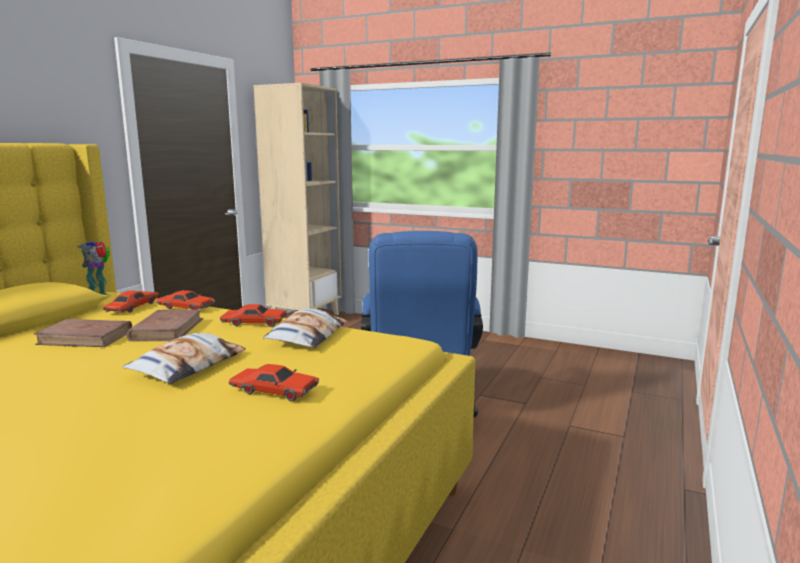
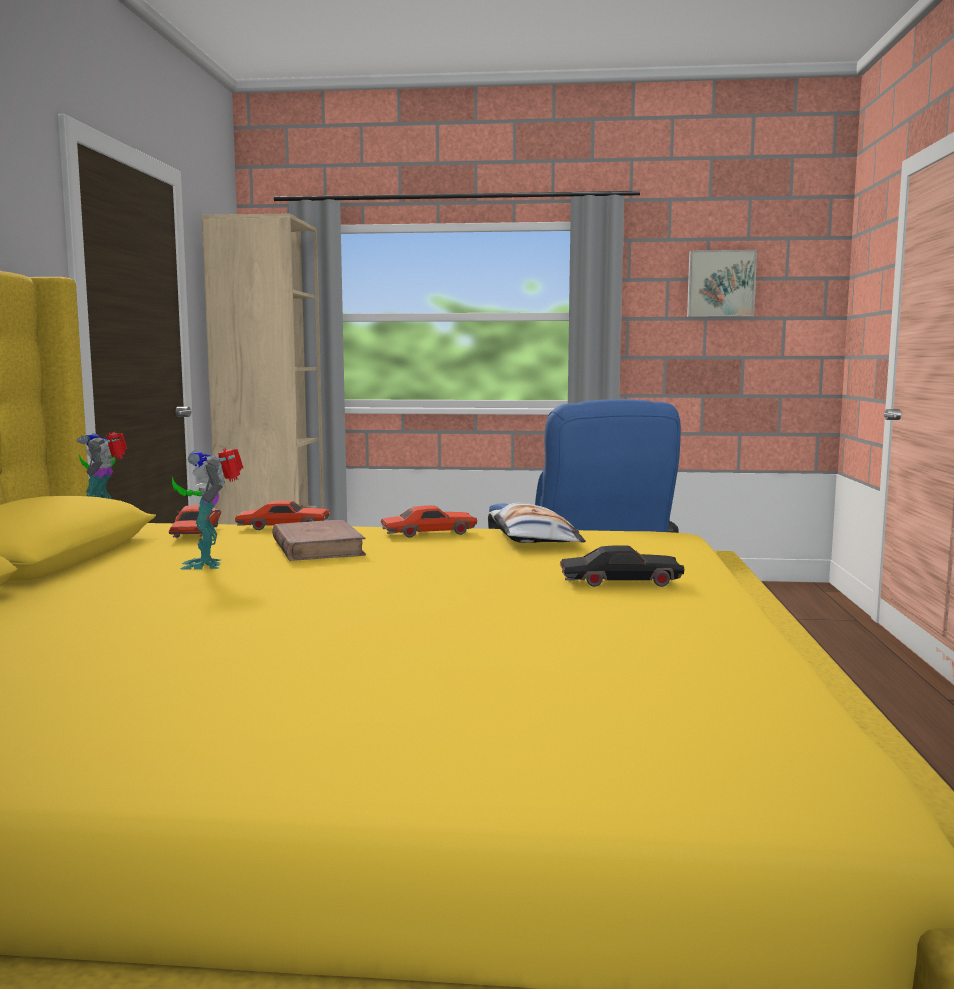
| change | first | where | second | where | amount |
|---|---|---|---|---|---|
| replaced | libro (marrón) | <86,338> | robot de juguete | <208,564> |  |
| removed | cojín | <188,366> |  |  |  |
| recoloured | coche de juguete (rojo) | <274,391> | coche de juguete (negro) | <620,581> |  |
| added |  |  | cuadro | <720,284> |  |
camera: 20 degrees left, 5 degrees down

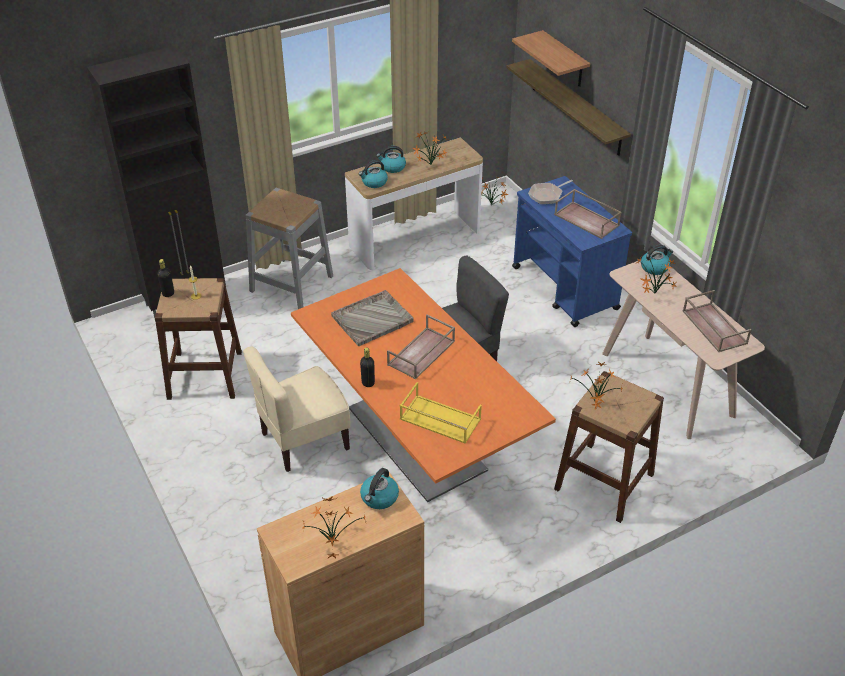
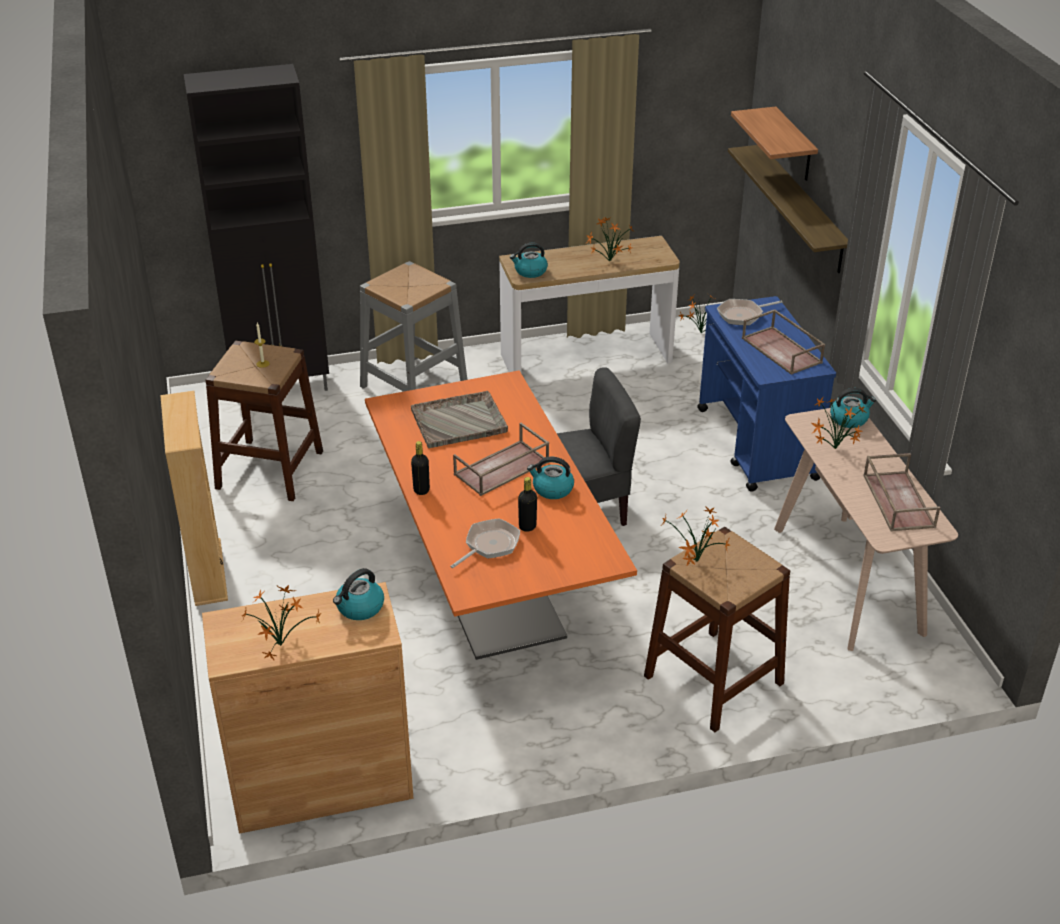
| change | first | where | second | where | amount |
|---|---|---|---|---|---|
| moved | botella (negro) | <168,293> |  | <527,526> |  |
| removed | silla (beis) | <304,440> |  |  |  |
| moved | hervidor | <392,167> |  | <552,489> |  |
| replaced | bandeja (amarillo) | <439,419> | sartén | <489,545> |  |
| added |  |  | estantería (beis) | <207,572> |  |
camera: 15 degrees right, 5 degrees down

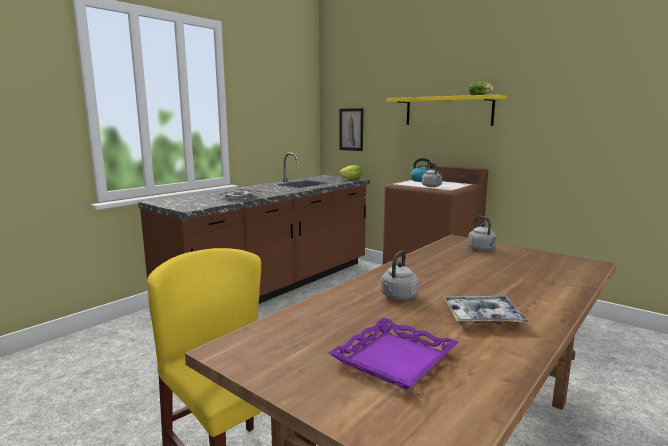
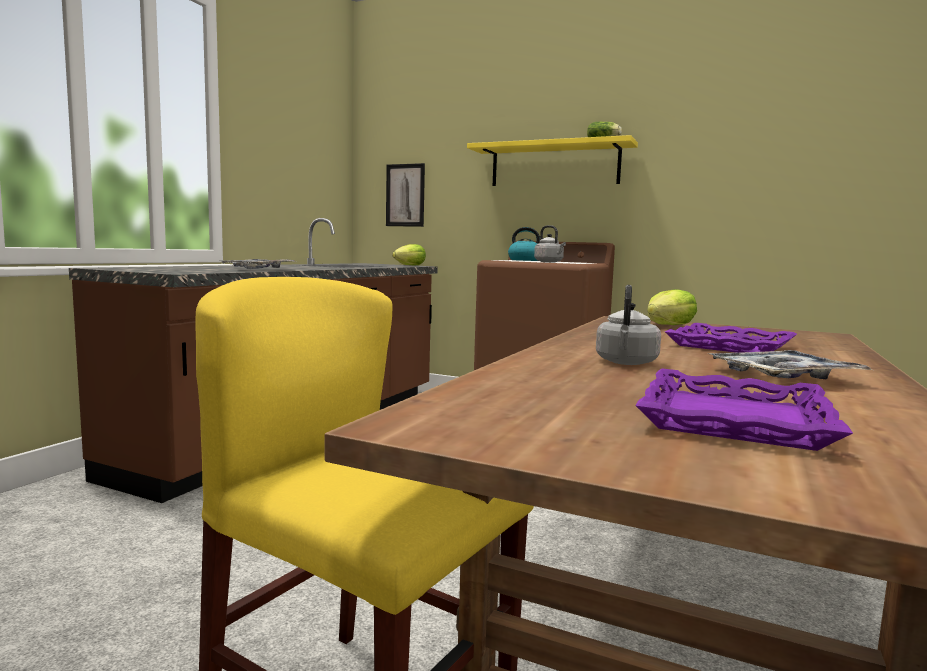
| change | first | where | second | where | amount |
|---|---|---|---|---|---|
| replaced | hervidor (gris) | <482,249> | lechuga | <669,325> |  |
| added |  |  | bandeja (morado) | <729,346> |  |
camera: 15 degrees left, 5 degrees down

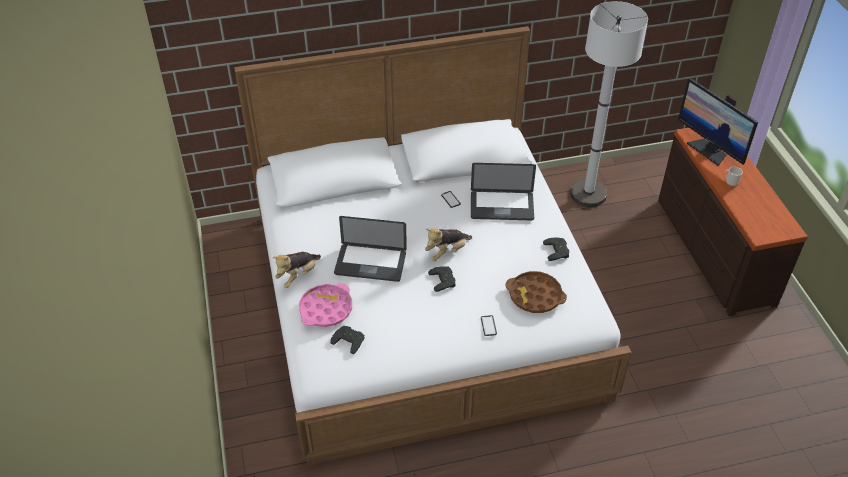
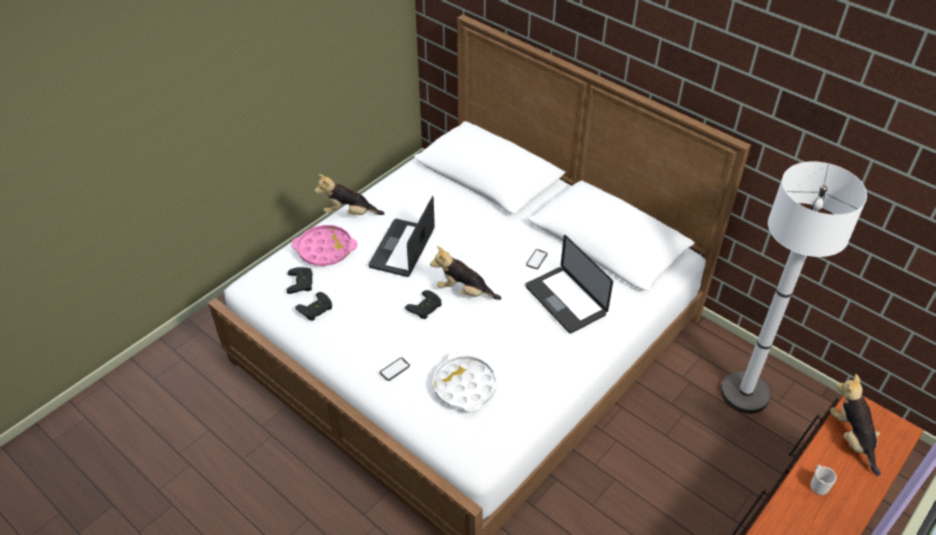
| change | first | where | second | where | amount |
|---|---|---|---|---|---|
| turned | portátil | <370,263> |  | <402,249> | 45 degrees clockwise |
| recoloured | bandeja (marrón) | <535,296> | bandeja (blanco) | <464,386> |  |
| moved | mando de consola (negro) | <558,251> |  | <316,309> |  |
| replaced | monitor | <709,150> | peluche | <852,438> |  |
camera: 55 degrees right, 0 degrees up

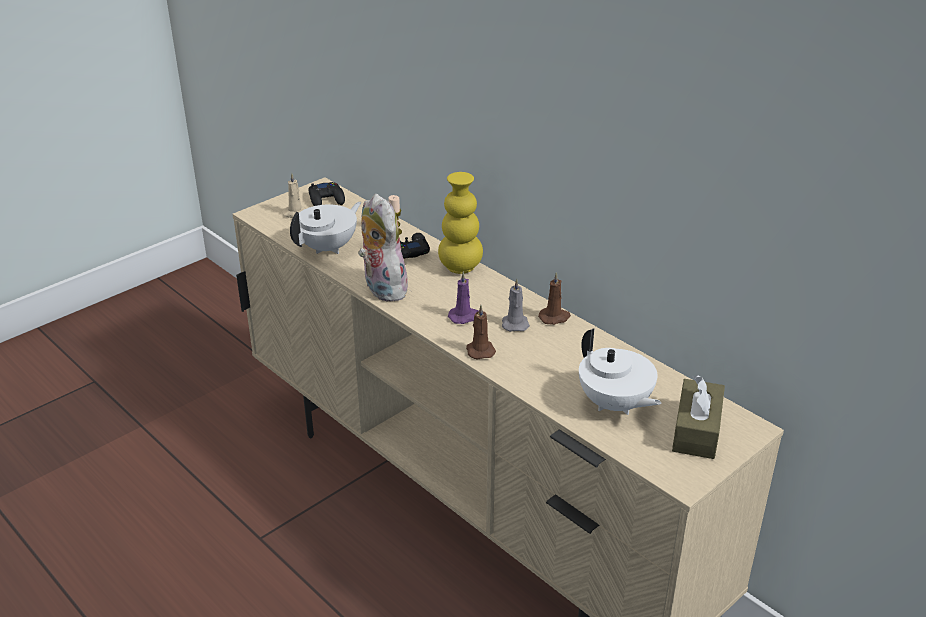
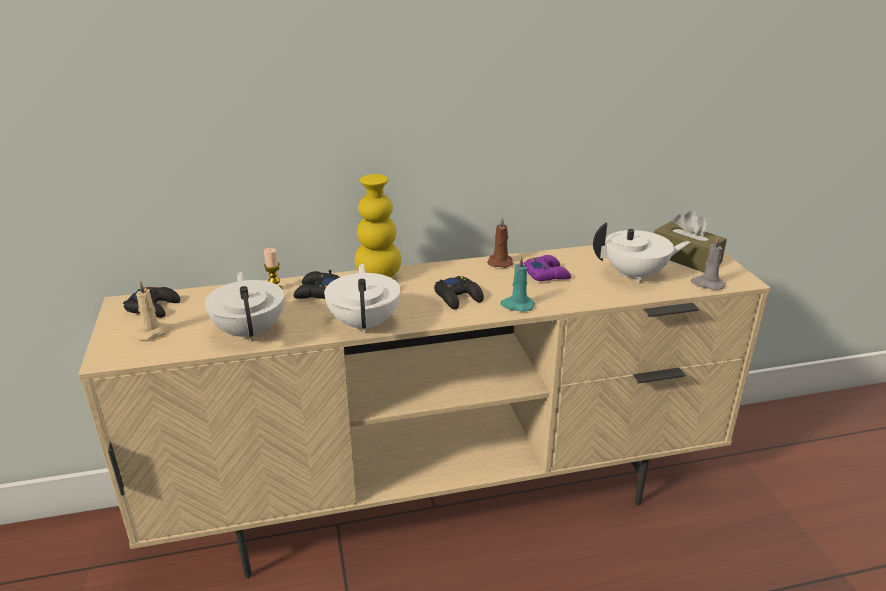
| change | first | where | second | where | amount |
|---|---|---|---|---|---|
| replaced | peluche | <381,288> | tetera (blanco) | <365,323> |  |
| replaced | vela (morado) | <464,316> | mando de consola (negro) | <458,297> |  |
| recoloured | vela (marrón) | <480,350> | vela (turquesa) | <517,305> |  |
| moved | vela (gris) | <515,323> |  | <707,284> |  |
| added |  |  | mando de consola (morado) | <546,274> |  |
camera: 60 degrees left, 5 degrees down

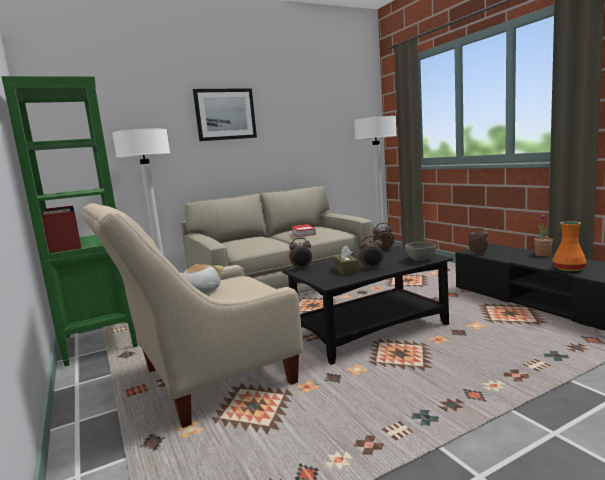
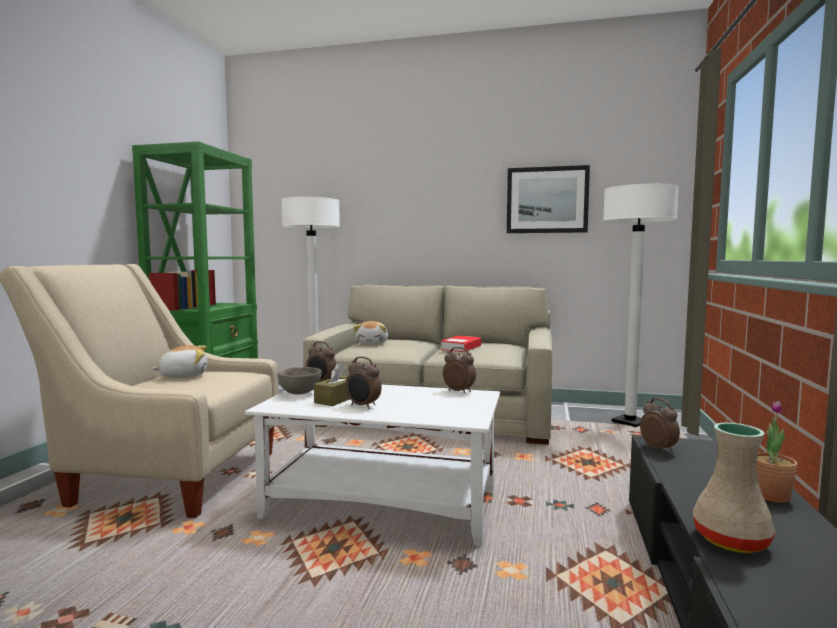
| change | first | where | second | where | amount |
|---|---|---|---|---|---|
| moved | cuadro | <225,114> |  | <547,200> |  |
| recoloured | mesa de centro (negro) | <371,330> | mesa de centro (blanco) | <384,504> |  |
| moved | cuenco (gris) | <420,260> |  | <300,393> |  |
| recoloured | florero (naranja) | <568,269> | florero (beis) | <730,539> |  |
| added |  |  | peluche | <372,343> |  |
camera: 40 degrees right, 5 degrees down

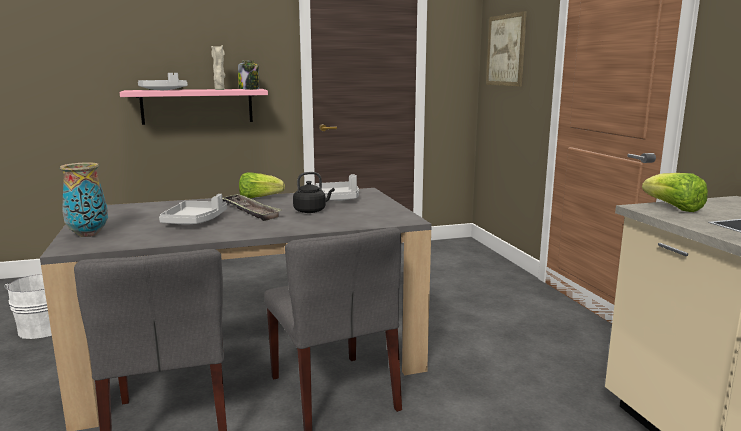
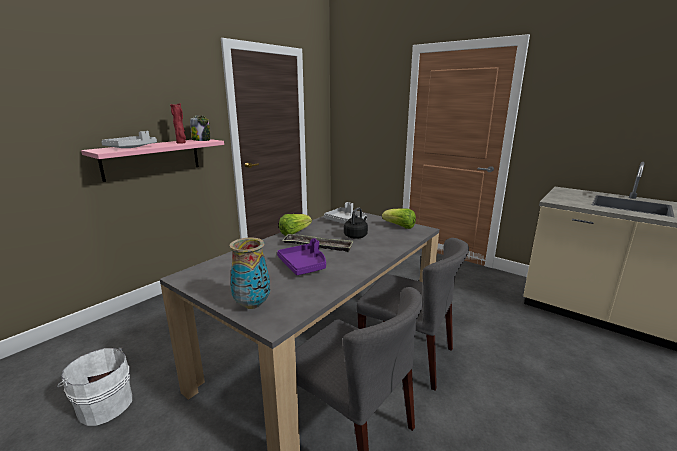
| change | first | where | second | where | amount |
|---|---|---|---|---|---|
| recoloured | bandeja (gris) | <195,221> | bandeja (morado) | <304,265> |  |
| recoloured | florero (beis) | <220,89> | florero (rojo) | <181,143> |  |
| removed | cuadro | <506,50> |  |  |  |
| moved | lechuga | <673,208> |  | <399,226> |  |
camera: 35 degrees left, 5 degrees up

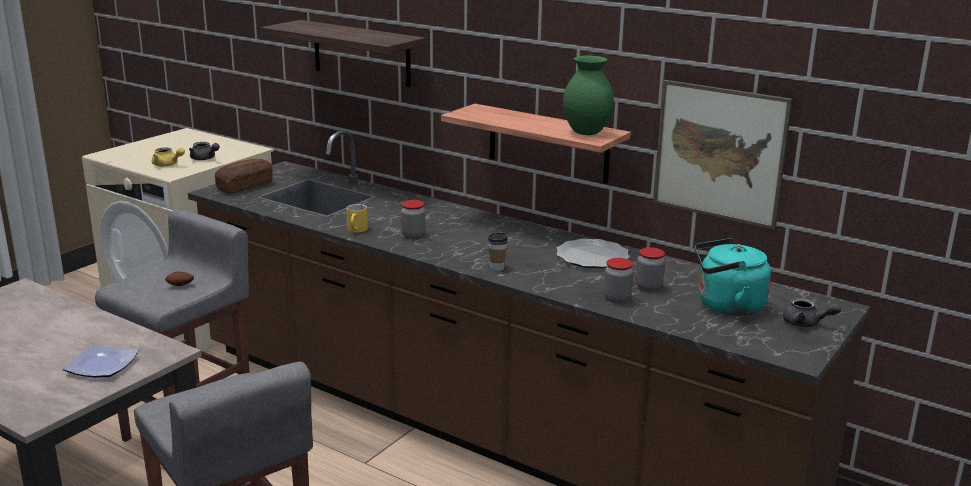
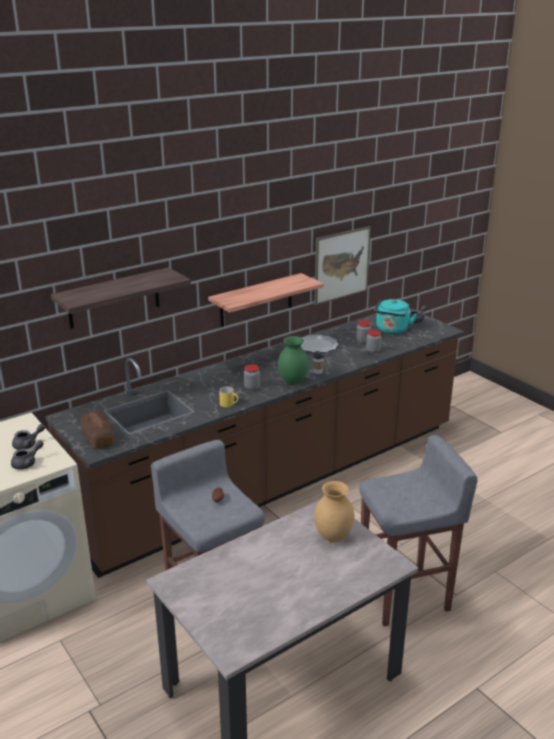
| change | first | where | second | where | amount |
|---|---|---|---|---|---|
| replaced | plato | <100,366> | florero (marrón) | <333,537> |  |
| recoloured | tetera (amarillo) | <167,165> | tetera (gris) | <27,463> |  |
| moved | florero (verde) | <587,132> |  | <292,381> |  |
camera: 70 degrees left, 5 degrees up

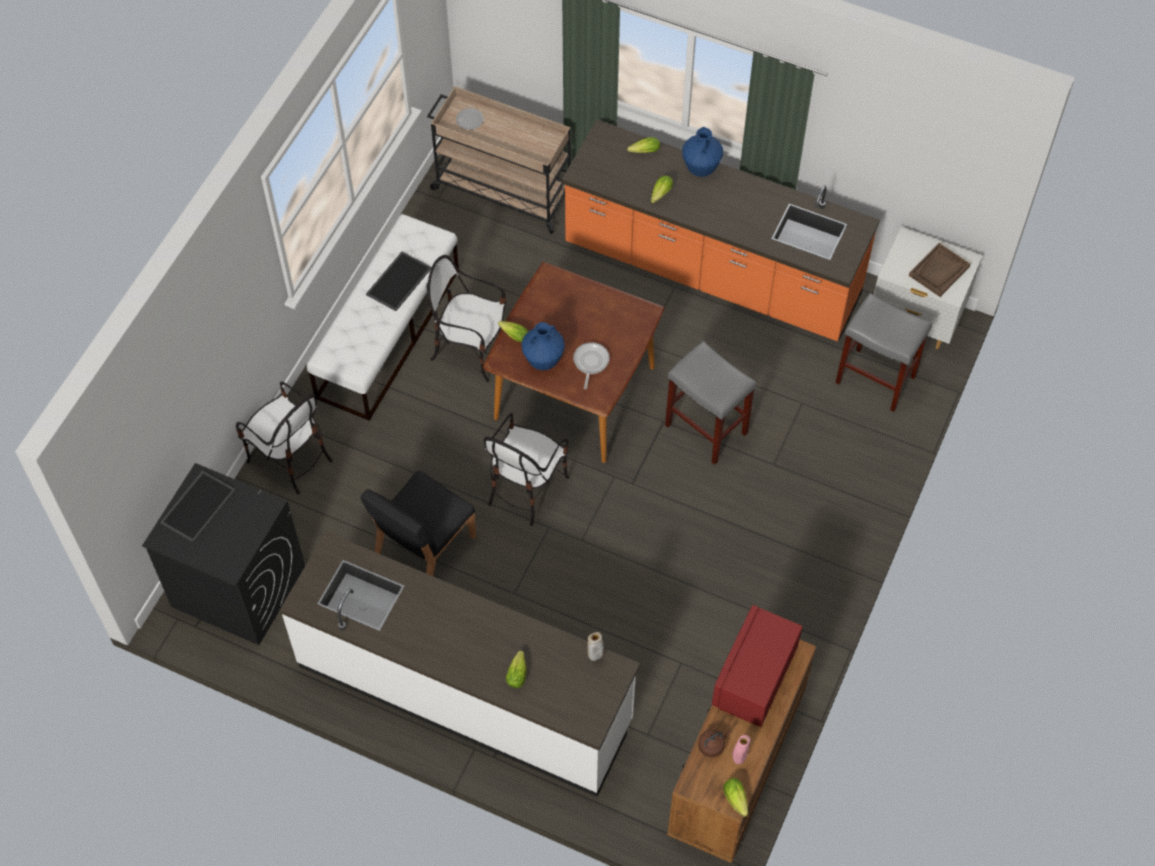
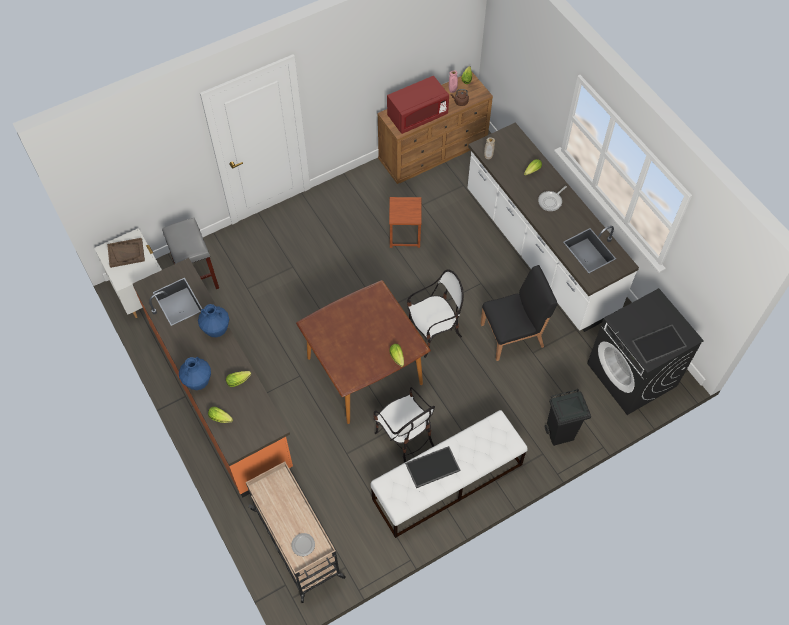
| change | first | where | second | where | amount |
|---|---|---|---|---|---|
| replaced | silla | <289,459> | papelera (negro) | <560,434> |  |
| moved | florero (azul) | <543,361> |  | <216,330> |  |
| moved | sartén | <590,362> |  | <551,201> |  |
| removed | taburete (gris) | <707,429> |  |  |  |
| added |  |  | taburete (marrón) | <405,235> |  |
camera: 145 degrees left, 0 degrees up

